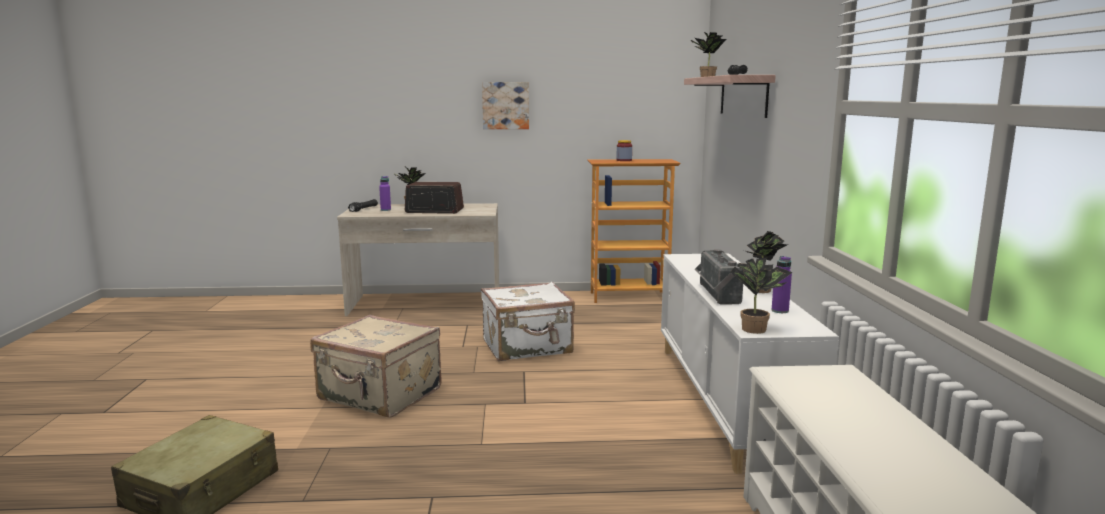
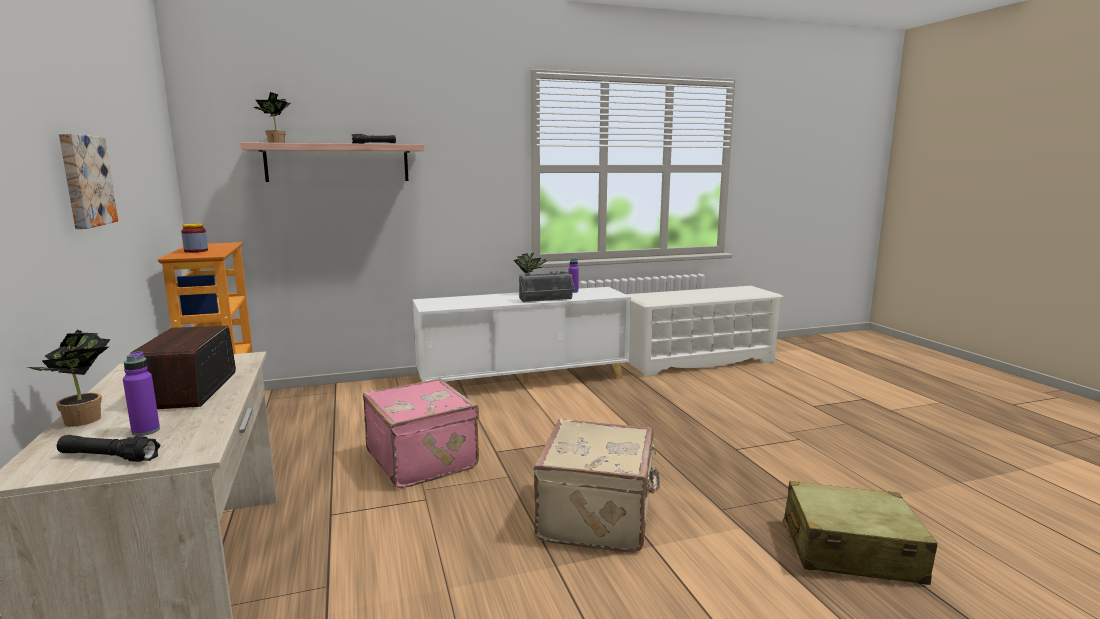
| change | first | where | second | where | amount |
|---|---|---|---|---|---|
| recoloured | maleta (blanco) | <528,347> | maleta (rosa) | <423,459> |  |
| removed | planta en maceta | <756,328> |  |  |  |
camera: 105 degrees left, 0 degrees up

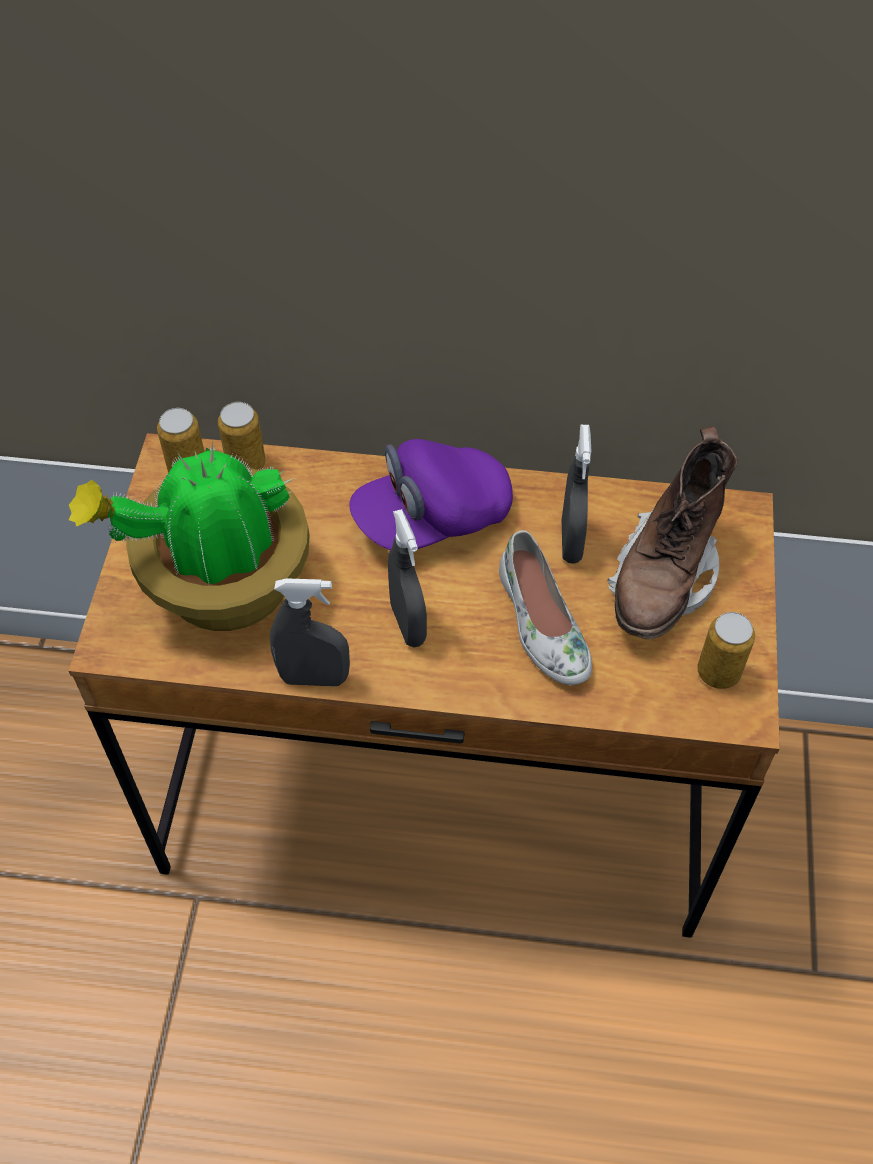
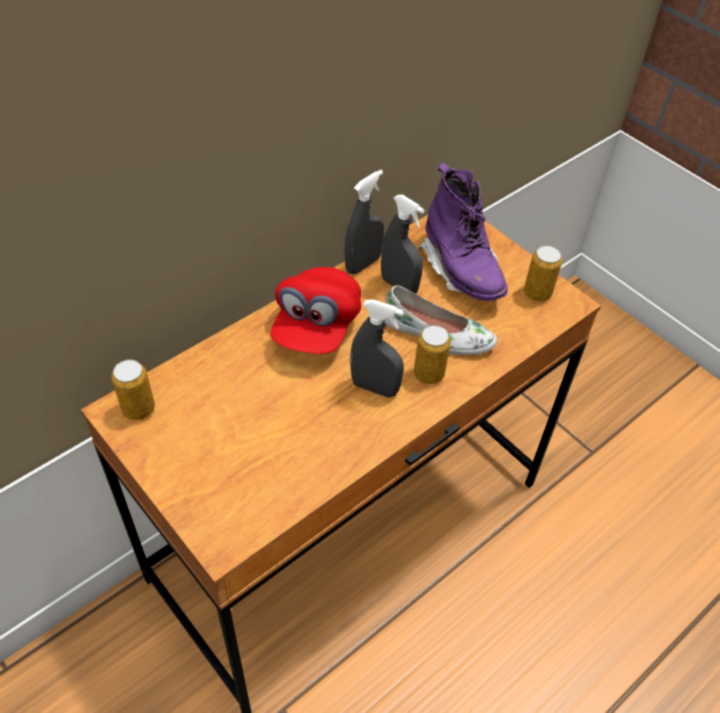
| change | first | where | second | where | amount |
|---|---|---|---|---|---|
| removed | planta en maceta | <221,587> |  |  |  |
| moved | lata | <246,464> |  | <429,374> |  |
| moved | pulverizador (gris) | <314,678> |  | <363,264> |  |
| recoloured | gorra (morado) | <432,518> | gorra (rojo) | <316,326> |  |
| recoloured | bota (marrón) | <663,578> | bota (morado) | <461,270> |  |
camera: 50 degrees left, 5 degrees down

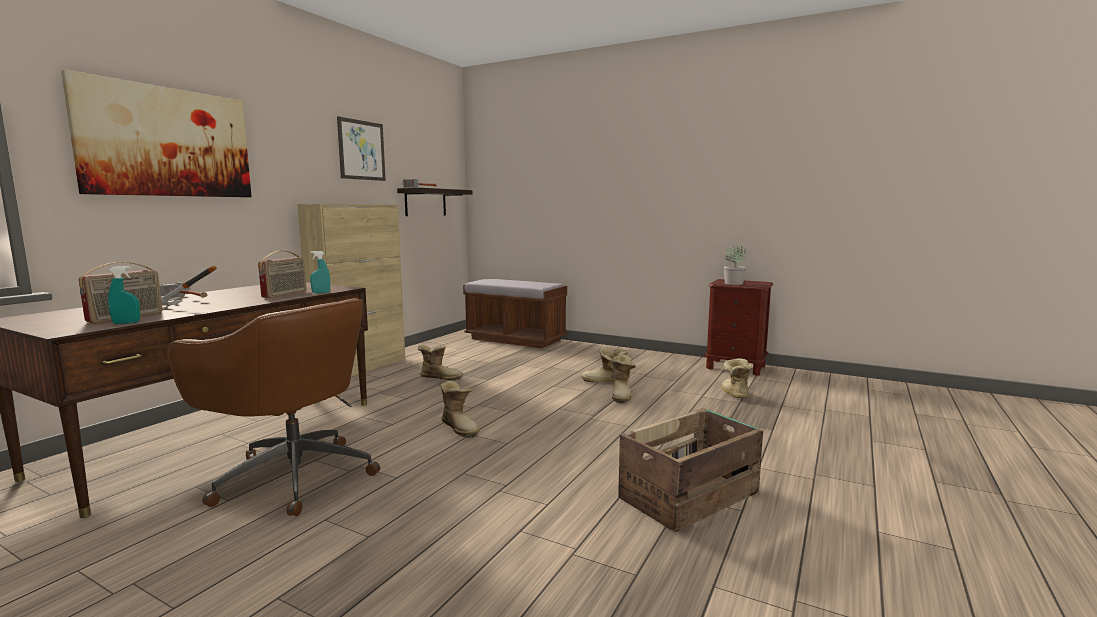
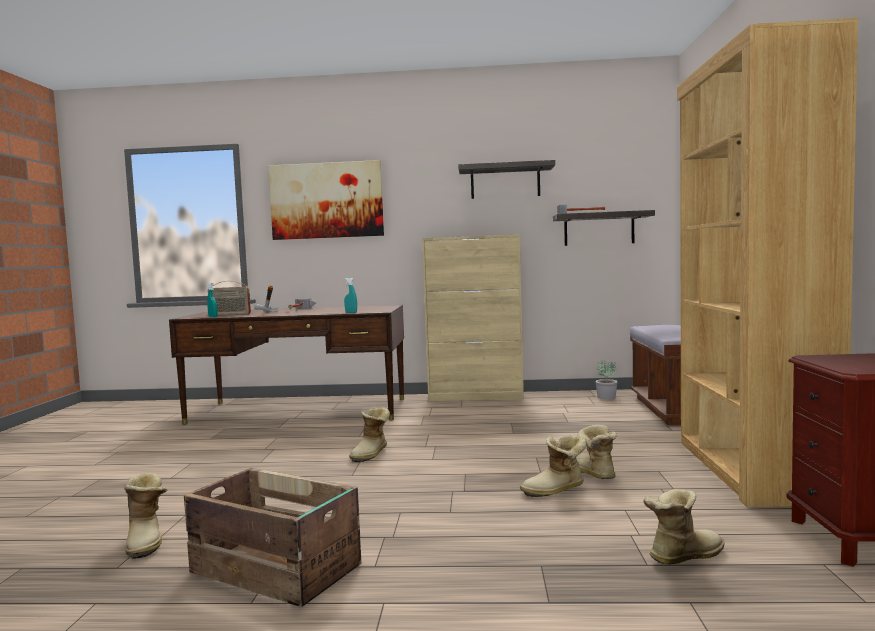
| change | first | where | second | where | amount |
|---|---|---|---|---|---|
| removed | silla de oficina (marrón) | <293,476> |  |  |  |
| removed | radio | <285,294> |  |  |  |
| replaced | cuadro | <361,150> | estante | <505,182> |  |
| moved | bota | <440,377> |  | <147,541> |  |
| moved | planta en maceta | <734,283> |  | <606,397> |  |
| added |  |  | estantería (marrón) | <749,470> |  |
camera: 65 degrees right, 5 degrees down

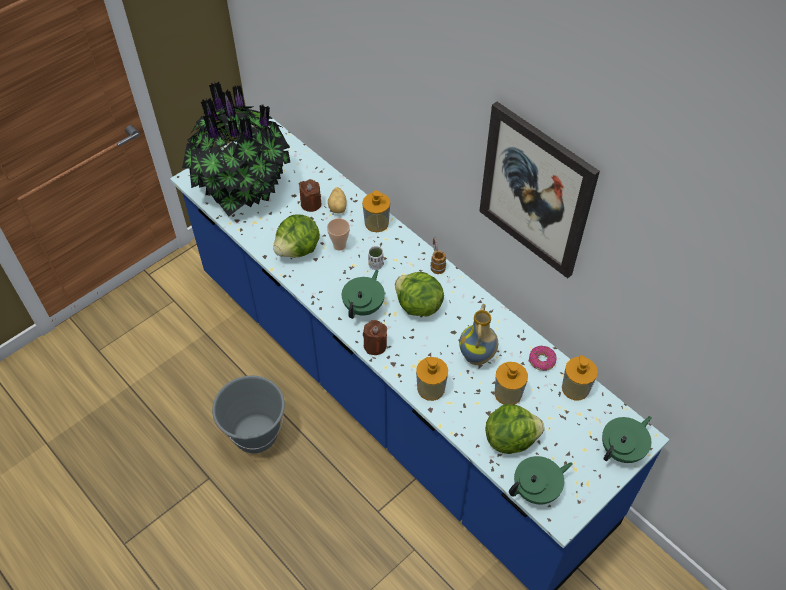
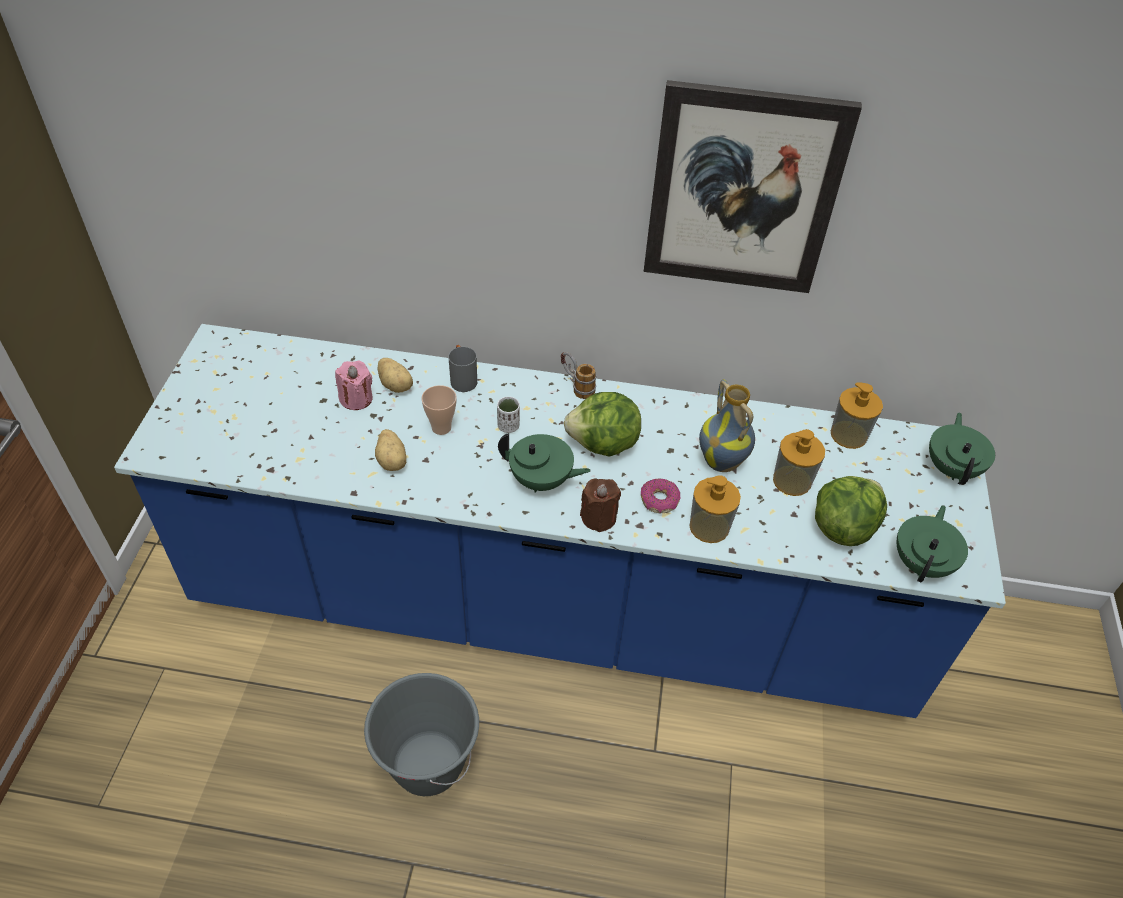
| change | first | where | second | where | amount |
|---|---|---|---|---|---|
| removed | planta en maceta | <242,185> |  |  |  |
| replaced | lechuga | <298,249> | patata | <392,460> |  |
| recoloured | vela (marrón) | <311,204> | vela (rosa) | <356,399> |  |
| turned | tetera (verde) | <364,306> |  | <541,481> | 120 degrees clockwise |
| replaced | dispensador de jabón | <376,223> | taza grande (gris) | <462,379> |  |
| moved | rosquilla | <541,361> |  | <659,500> |  |
camera: 40 degrees left, 5 degrees down

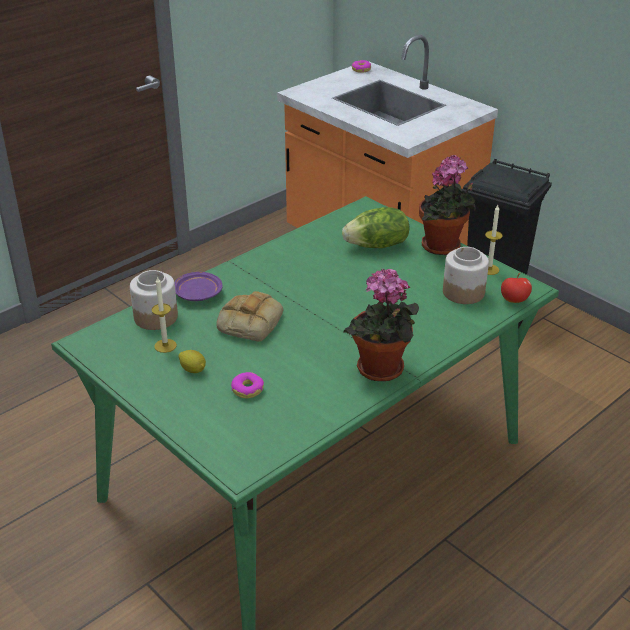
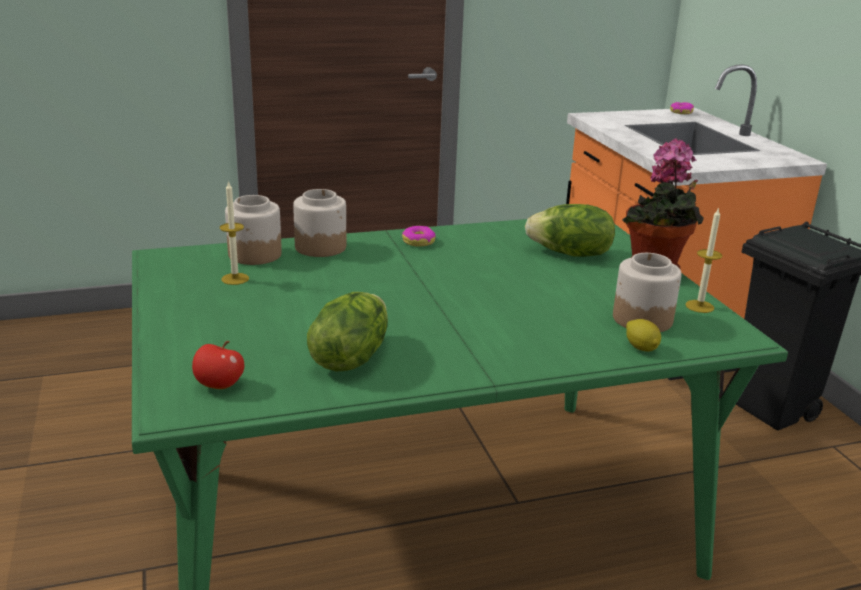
| change | first | where | second | where | amount |
|---|---|---|---|---|---|
| replaced | plato (morado) | <197,294> | tarro | <320,247> |  |
| moved | limón | <193,370> |  | <641,348> |  |
| removed | pan | <249,322> |  |  |  |
| moved | rosquilla | <247,389> |  | <418,241> |  |
| removed | planta en maceta | <380,371> |  |  |  |
| moved | manzana | <514,300> |  | <219,385> |  |
| added |  |  | lechuga | <349,358> |  |
camera: 25 degrees right, 10 degrees down

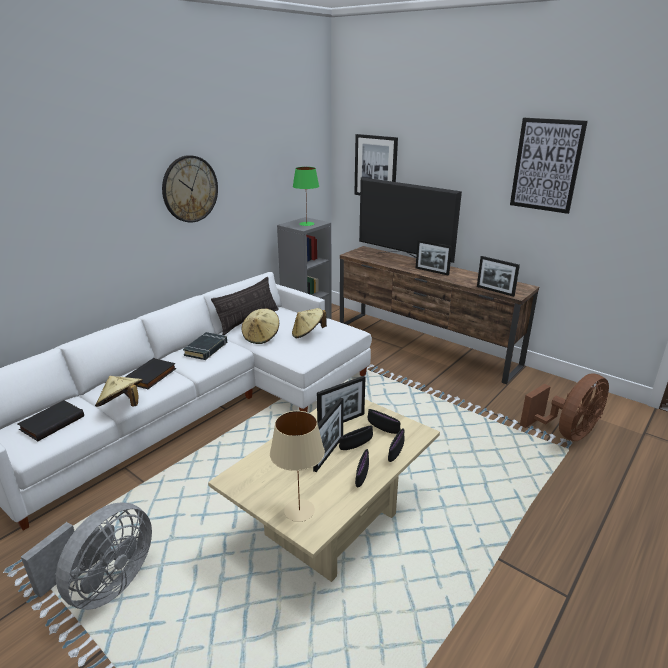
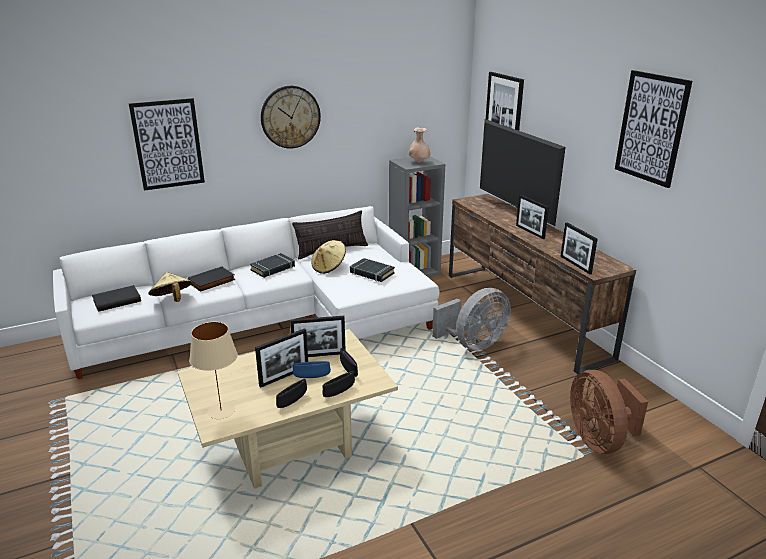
| change | first | where | second | where | amount |
|---|---|---|---|---|---|
| moved | ventilador (gris) | <104,586> |  | <473,344> |  |
| replaced | sombrero (beis) | <308,334> | libro (negro) | <371,273> |  |
| replaced | lámpara de mesa (verde) | <307,224> | florero (beis) | <419,162> |  |
| recoloured | cuenco (negro) | <356,446> | cuenco (azul) | <312,377> |  |
| turned | ventilador (marrón) | <566,433> |  | <599,440> | 90 degrees clockwise |
| added |  |  | cuadro | <168,144> |  |
camera: 25 degrees right, 0 degrees up

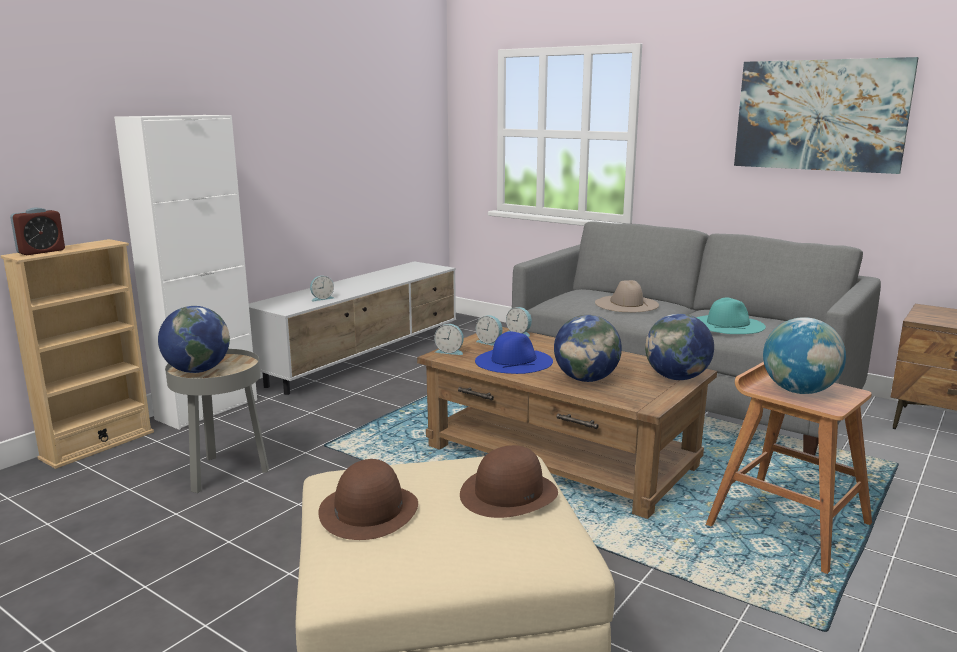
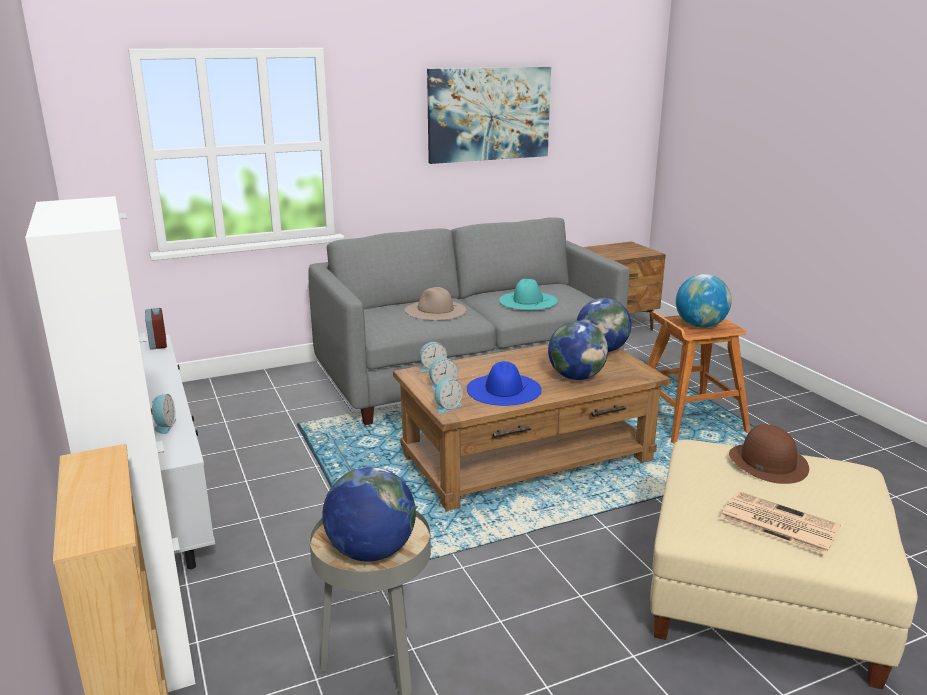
| change | first | where | second | where | amount |
|---|---|---|---|---|---|
| moved | despertador | <41,251> |  | <158,343> |  |
| replaced | sombrero (marrón) | <368,510> | periódico | <777,523> |  |
camera: 60 degrees left, 5 degrees up

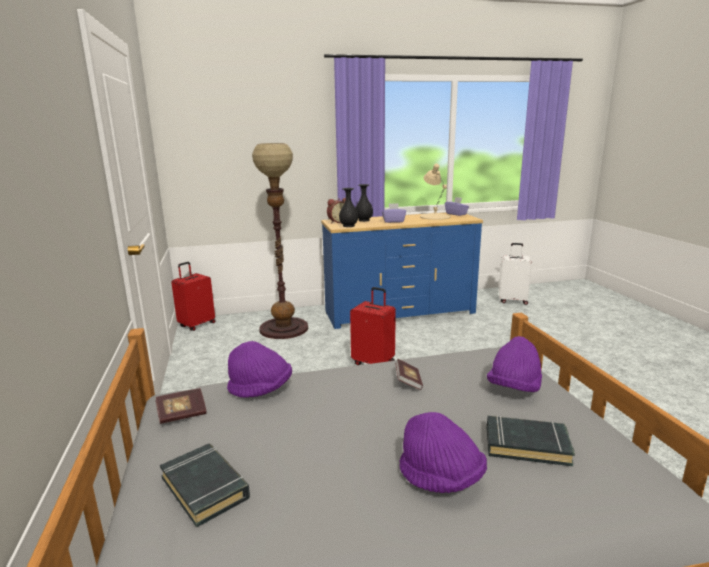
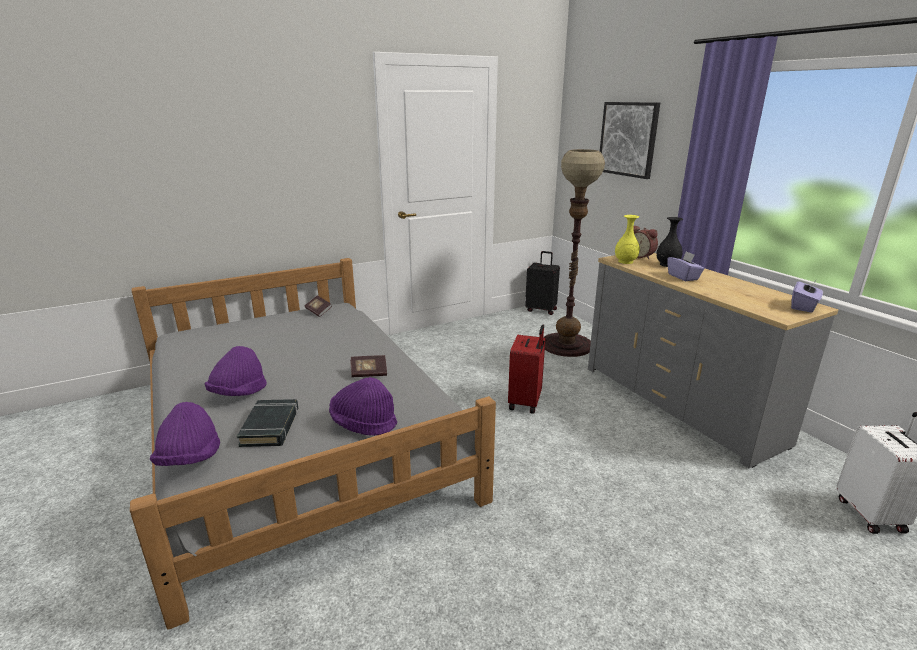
| change | first | where | second | where | amount |
|---|---|---|---|---|---|
| removed | libro (negro) | <205,487> |  |  |  |
| recoloured | maleta (rojo) | <196,325> | maleta (negro) | <541,310> |  |
| moved | sombrero (morado) | <261,390> |  | <190,459> |  |
| recoloured | cómoda (azul) | <399,312> | cómoda (gris) | <679,403> |  |
| recoloured | florero (negro) | <349,226> | florero (amarillo) | <625,262> |  |
| removed | lámpara de mesa (beis) | <435,216> |  |  |  |
| added |  |  | cuadro | <628,139> |  |
camera: 75 degrees right, 5 degrees up

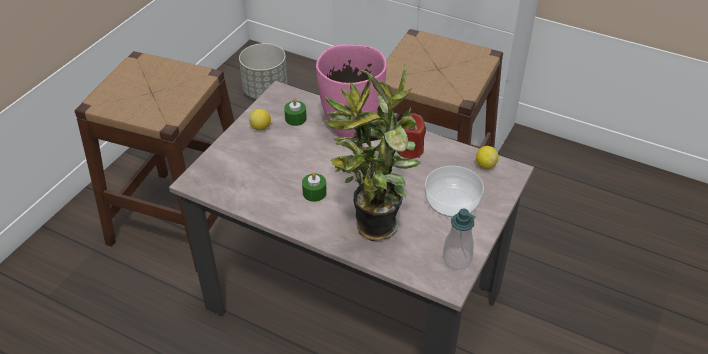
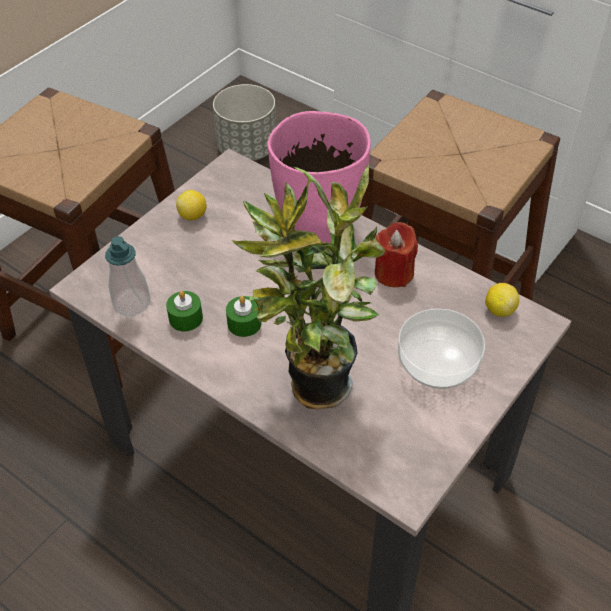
| change | first | where | second | where | amount |
|---|---|---|---|---|---|
| moved | vela (verde) | <295,118> |  | <186,318> |  |
| moved | dispensador de jabón | <457,259> |  | <132,303> |  |
camera: 10 degrees right, 5 degrees up

